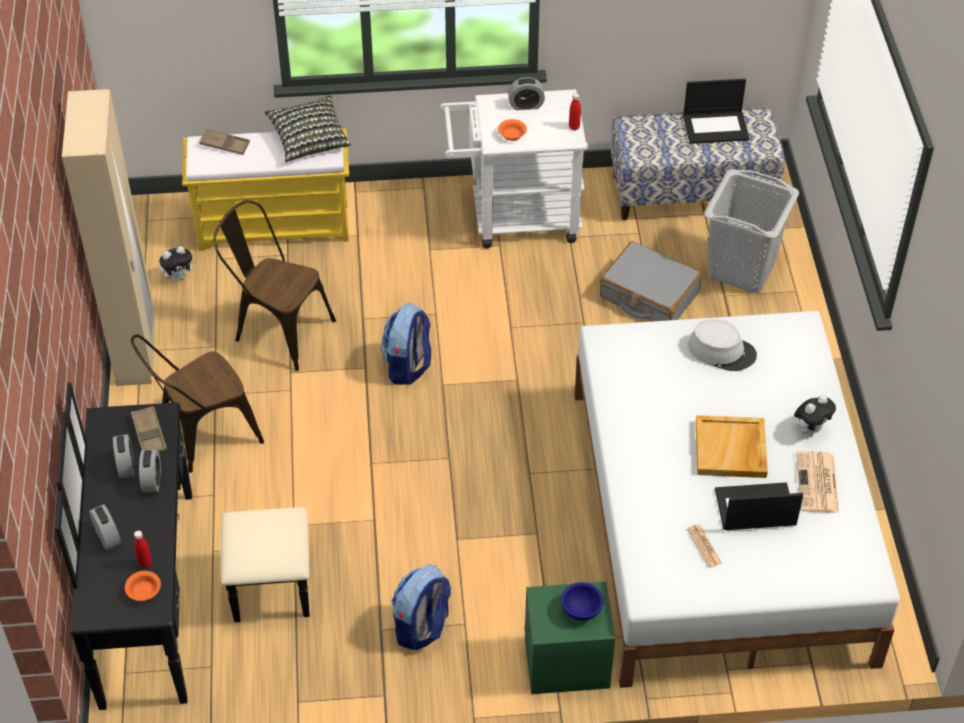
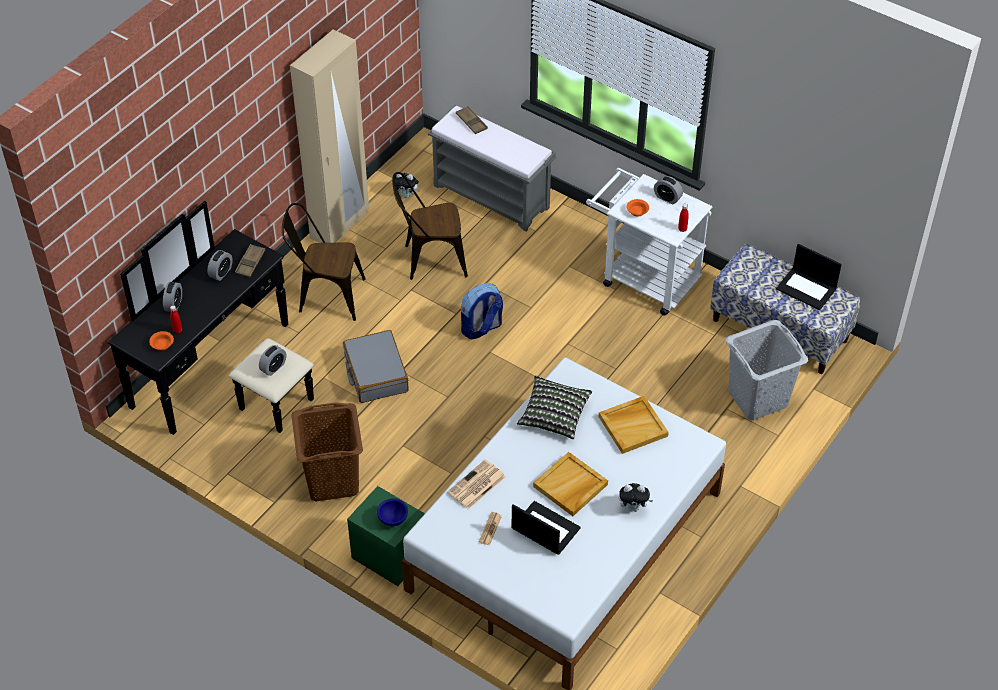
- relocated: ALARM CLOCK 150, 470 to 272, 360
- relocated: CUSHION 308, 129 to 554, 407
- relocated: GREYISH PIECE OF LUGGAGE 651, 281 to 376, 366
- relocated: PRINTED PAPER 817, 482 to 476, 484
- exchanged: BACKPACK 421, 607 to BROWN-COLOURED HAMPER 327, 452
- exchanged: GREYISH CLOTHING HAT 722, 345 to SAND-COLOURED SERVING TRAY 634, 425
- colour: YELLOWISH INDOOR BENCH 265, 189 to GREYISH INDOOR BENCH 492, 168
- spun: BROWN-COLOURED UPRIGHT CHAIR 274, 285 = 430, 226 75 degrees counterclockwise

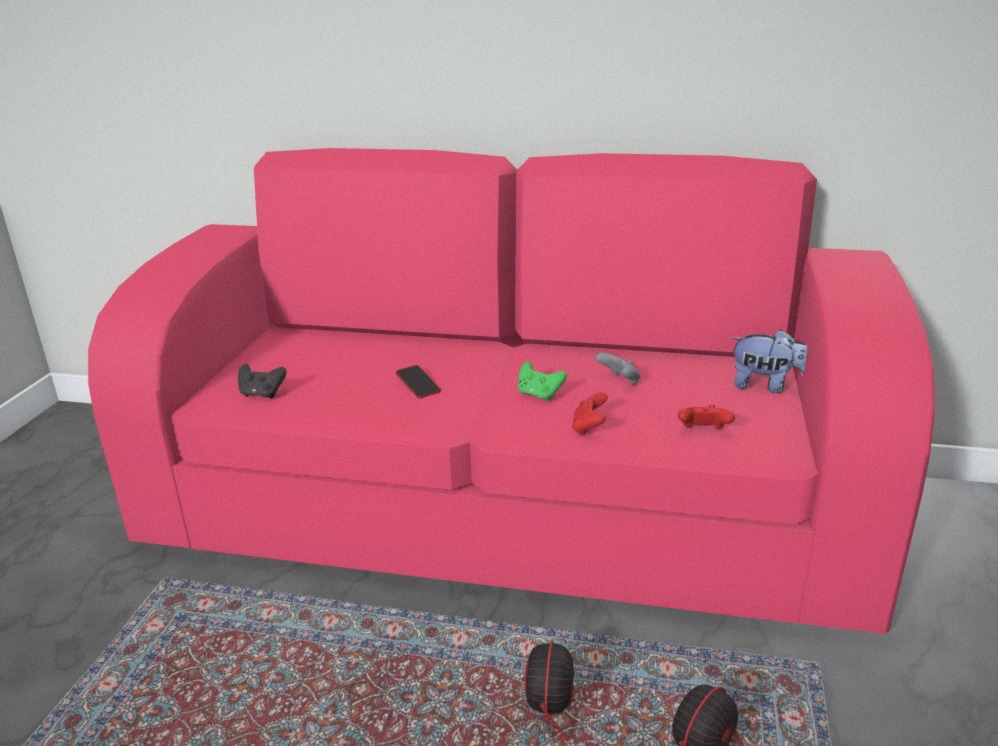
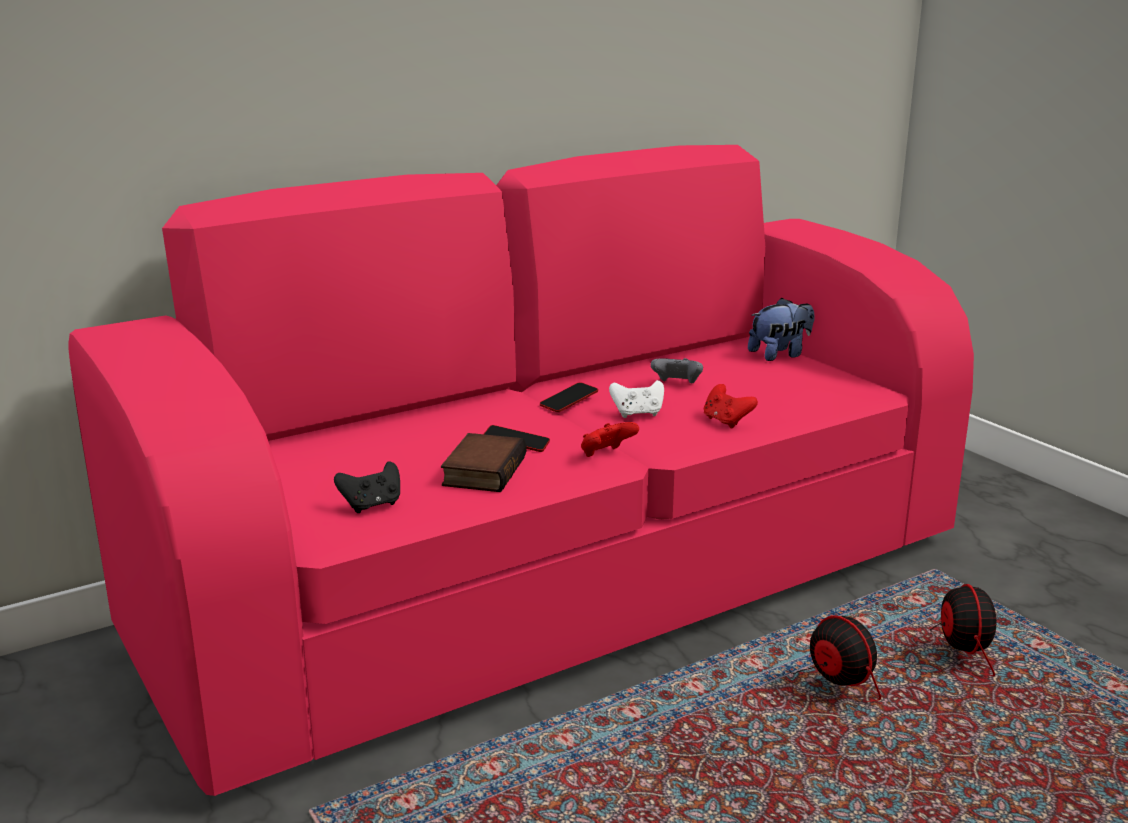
- appeared: BOOK 483, 462
- appeared: HANDSET 569, 397
- relocated: RED JOYPAD 706, 417 to 610, 439
- colour: GREENISH JOYPAD 542, 381 to WHITISH JOYPAD 636, 399

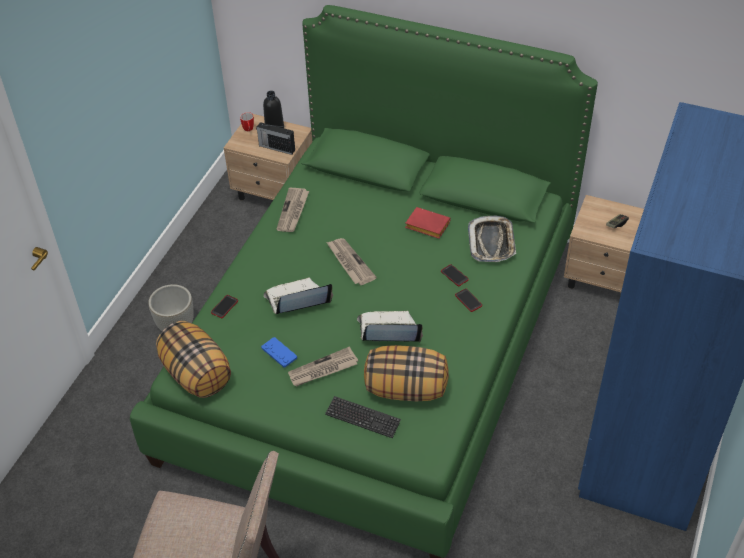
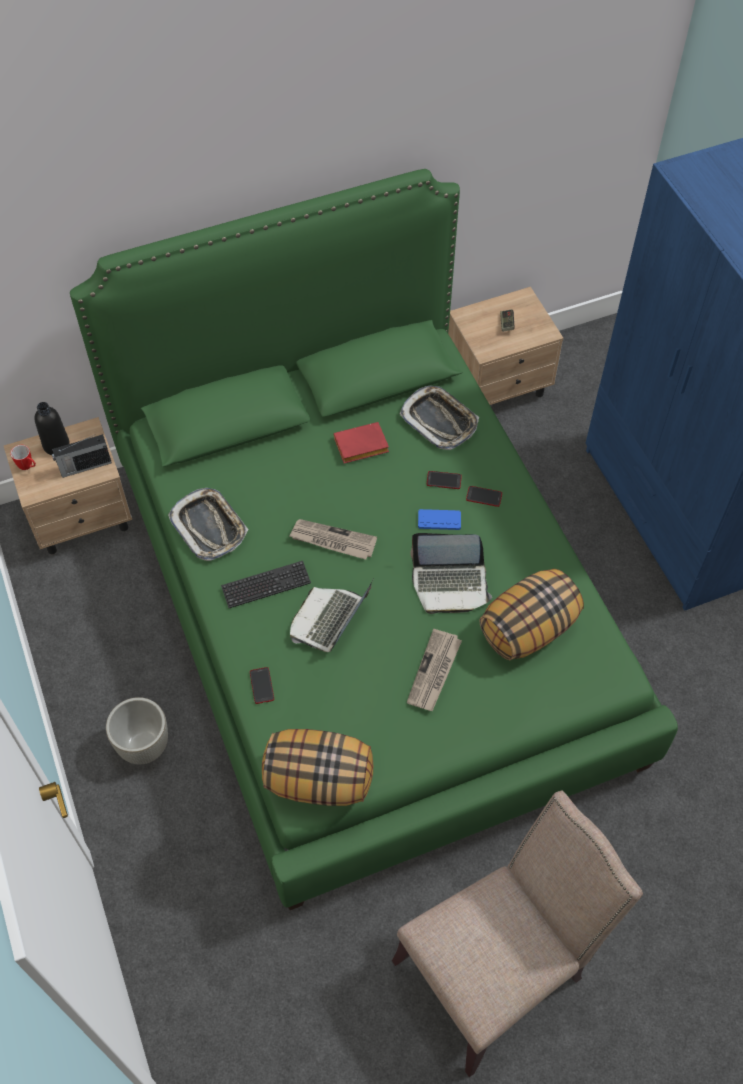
- relocated: BLUE JOYPAD 279, 352 to 439, 519
- relocated: PC KEYBOARD 363, 417 to 266, 584
- exchanged: PRINTED PAPER 292, 210 to SERVING TRAY 208, 524
- spun: LAPTOP 390, 326 = 451, 573 135 degrees counterclockwise

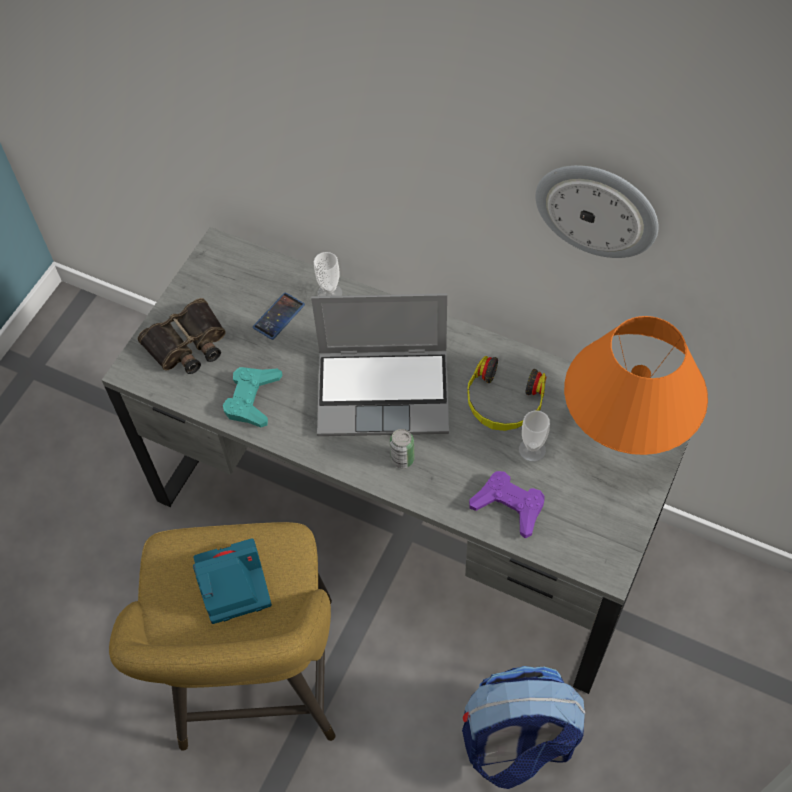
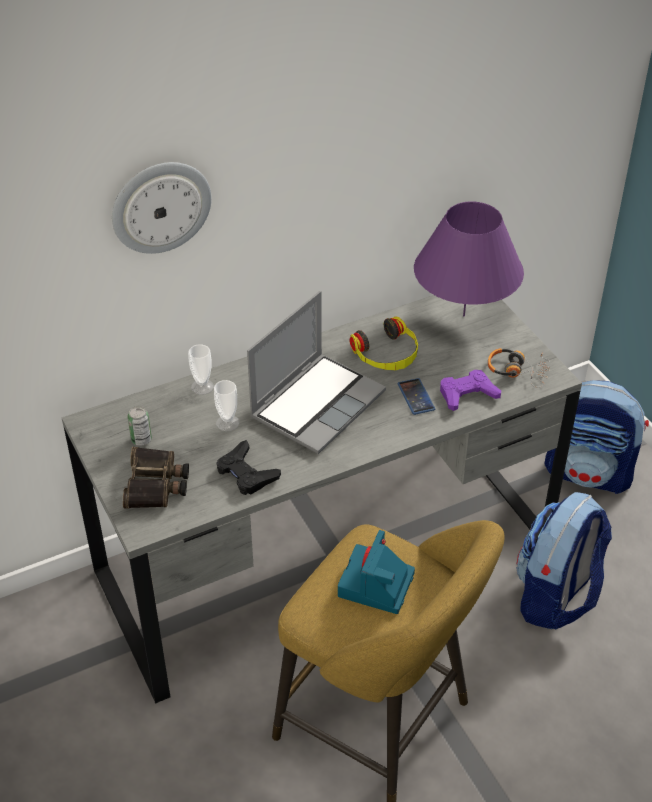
- appeared: PAIR OF HEADPHONES 519, 367
- appeared: BACKPACK 597, 437
- relocated: HANDSET 279, 316 to 416, 396
- relocated: METAL CAN 402, 448 to 140, 426
- relocated: SMALL CUP 534, 436 to 227, 405
- relocated: CLOCK ON THE WALL 596, 211 to 162, 208
- colour: TURQUOISE JOYPAD 252, 397 to BLACKISH JOYPAD 248, 467
- colour: ORANGEY LAMP FOR A TABLE 636, 385 to PURPLE LAMP FOR A TABLE 469, 258

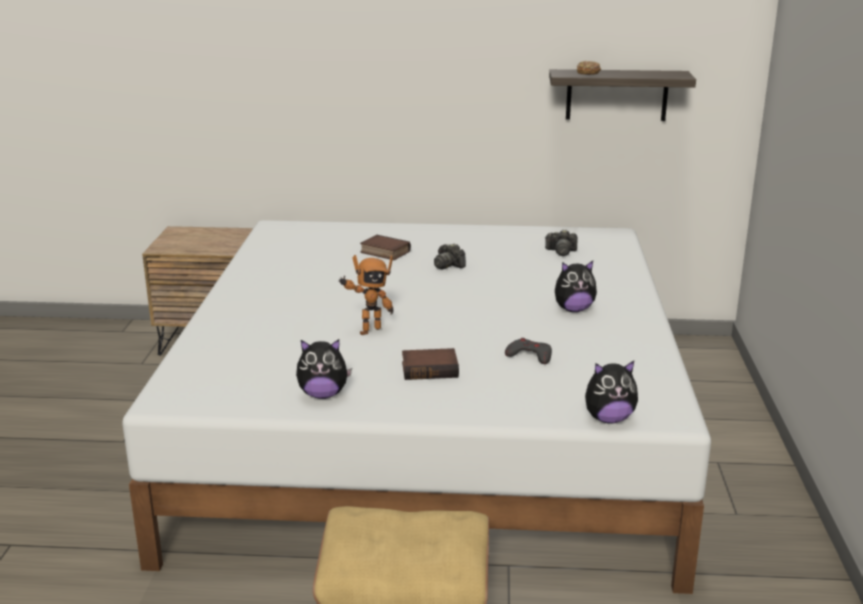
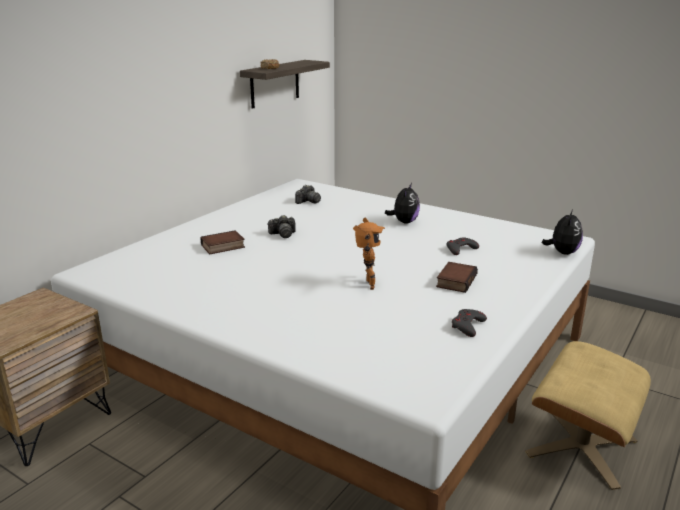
- exchanged: SOFT TOY 324, 369 to GREYISH JOYPAD 469, 323

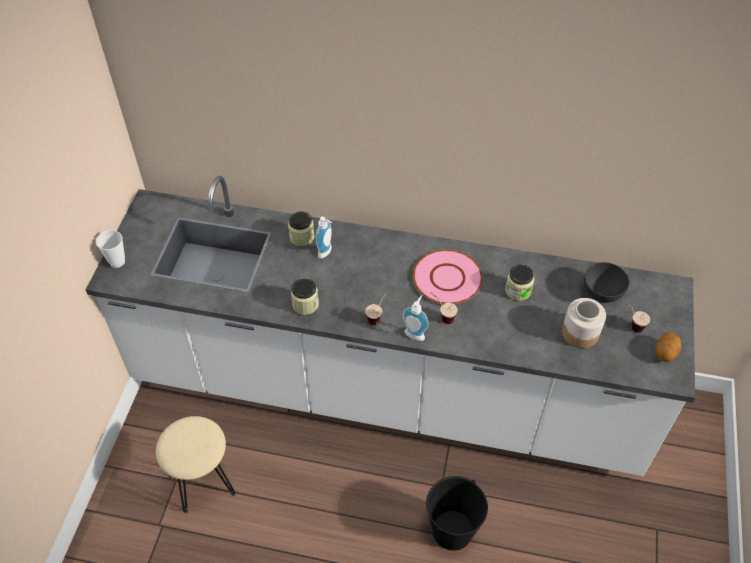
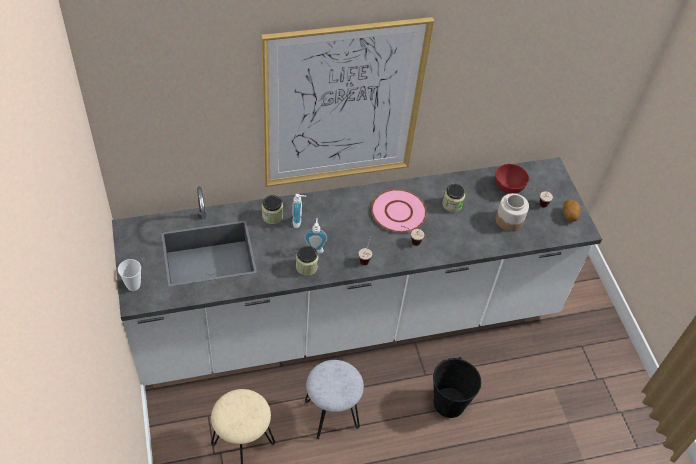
- appeared: WALL ART 347, 102
- appeared: GREYISH STOOL 334, 400
- relocated: SOAP BOTTLE 416, 318 to 315, 236
- colour: GREYISH DEEP DISH 606, 282 to RED DEEP DISH 512, 179

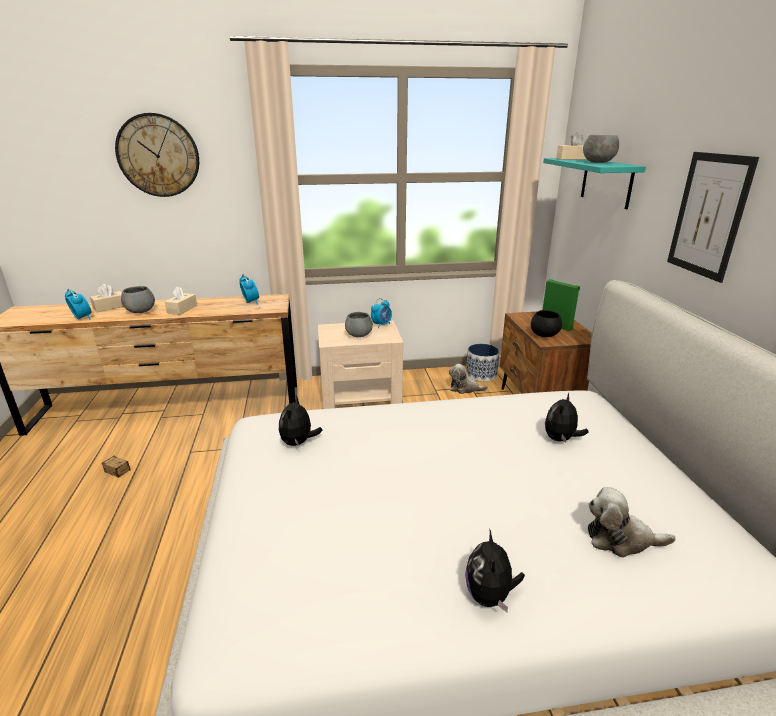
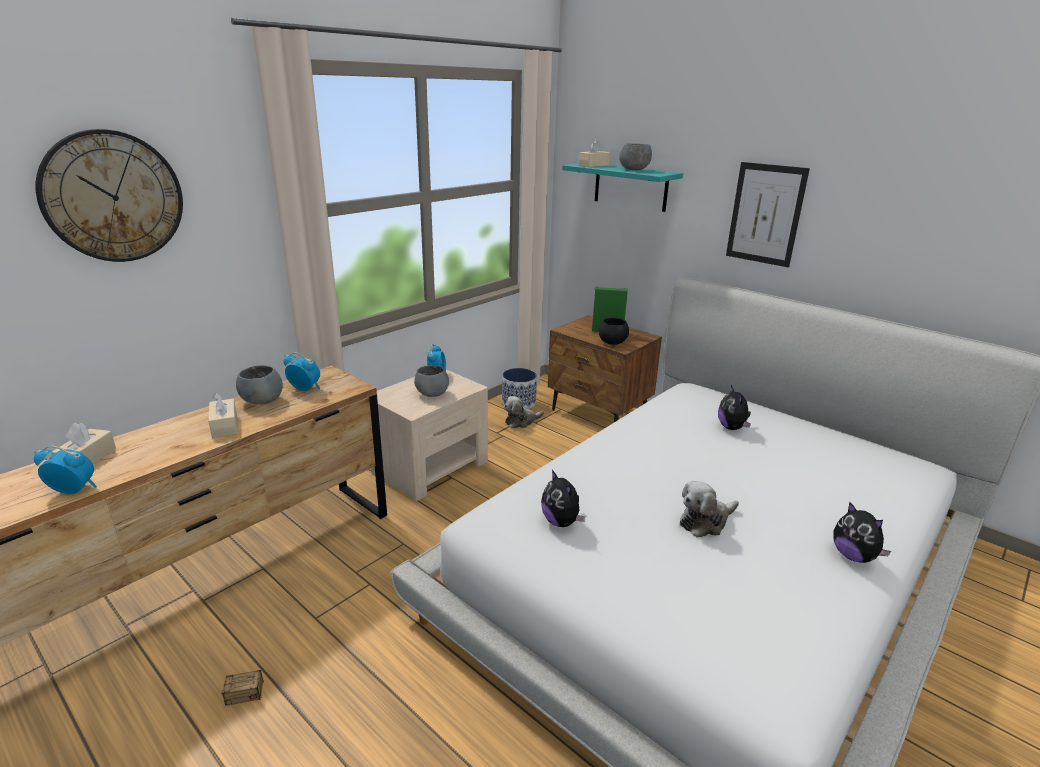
- relocated: GREYISH DEEP DISH 138, 299 to 259, 384
- relocated: SOFT TOY 632, 522 to 709, 509

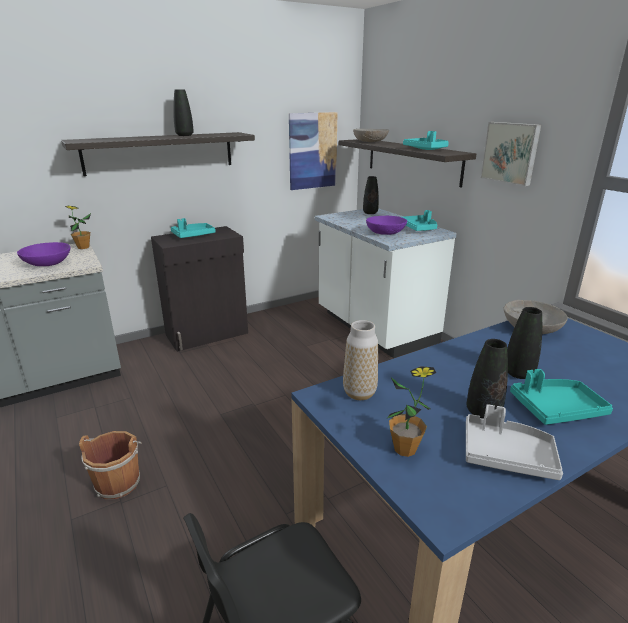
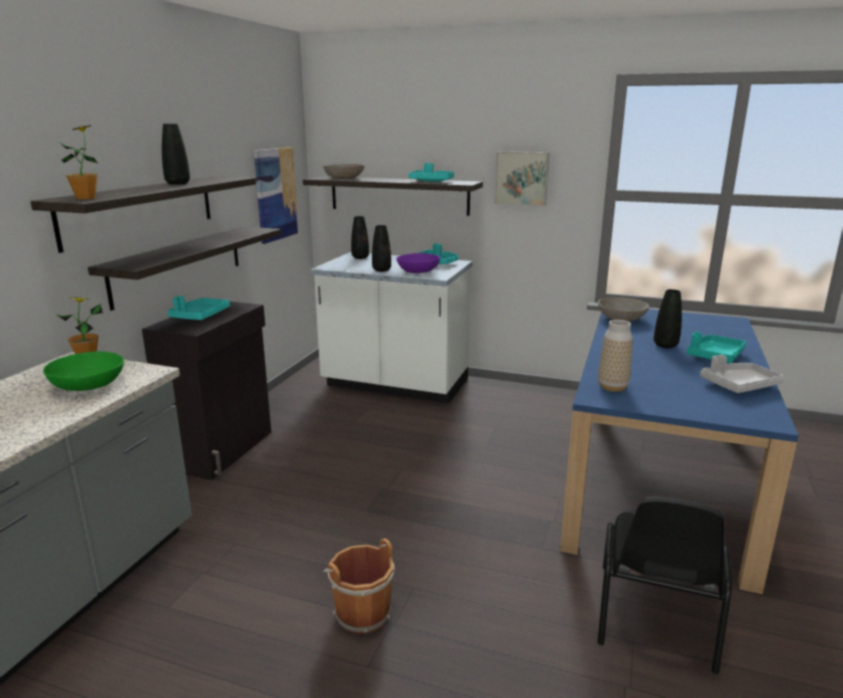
- appeared: BRACKET SHELF 184, 268
- relocated: POTTED PLANT 411, 411 to 78, 162
- relocated: BLACKISH DECORATIVE VASE 487, 379 to 381, 248
- colour: PURPLE DEEP DISH 43, 254 to GREENISH DEEP DISH 83, 371

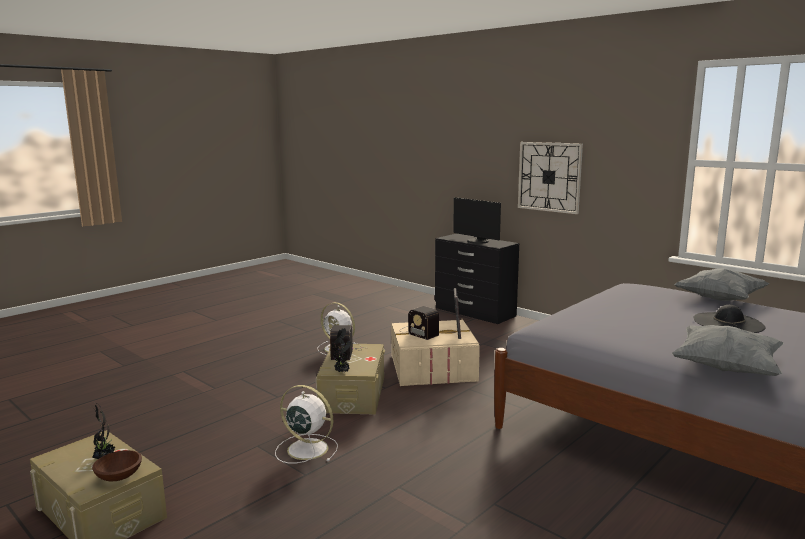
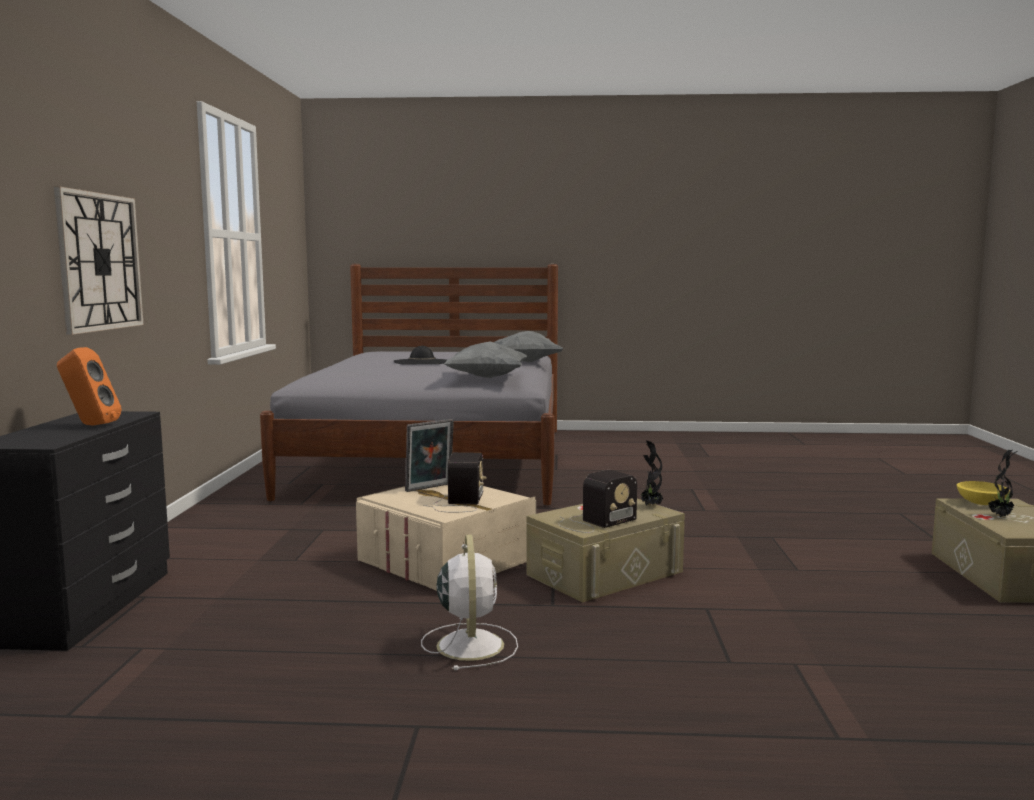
- missing: WHITISH COOLING FAN 306, 424
- relocated: GREYISH CUSHION 721, 285 to 485, 359
- exchanged: MONITOR 477, 220 to ORANGEY AUDIO SPEAKER 89, 386
- colour: BROWN-COLOURED DEEP DISH 117, 465 to YELLOWISH DEEP DISH 983, 493

